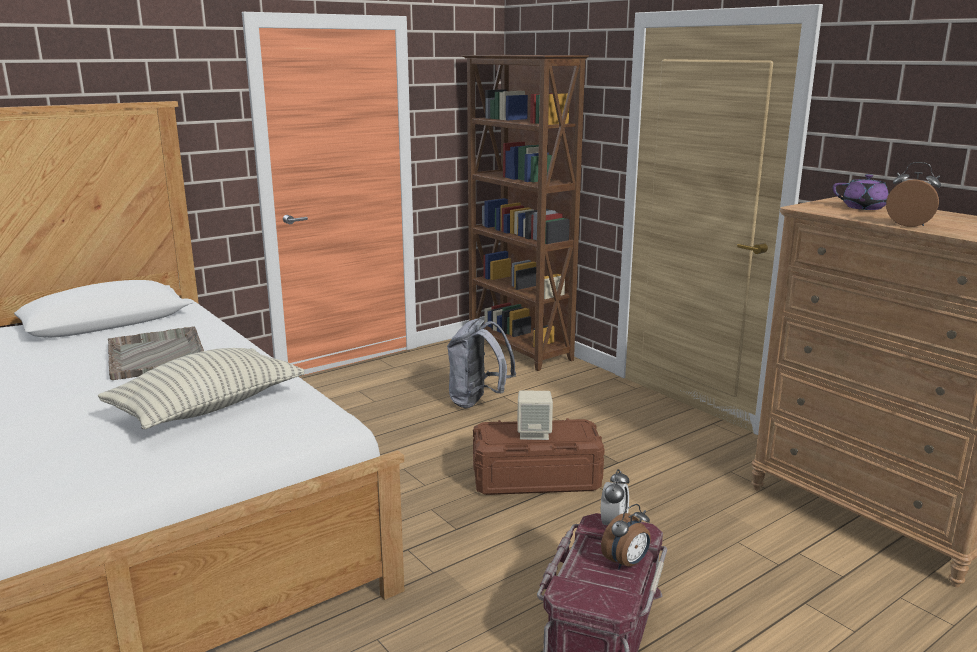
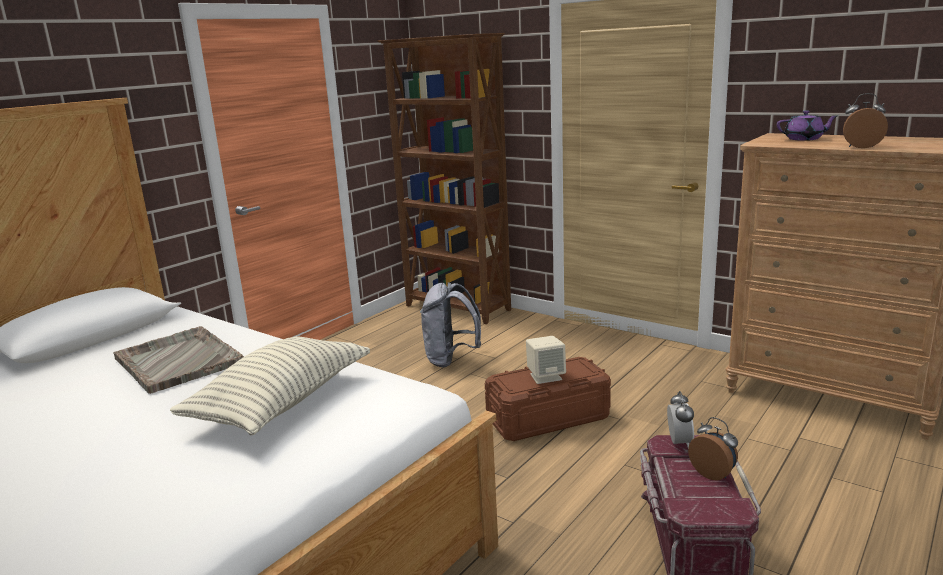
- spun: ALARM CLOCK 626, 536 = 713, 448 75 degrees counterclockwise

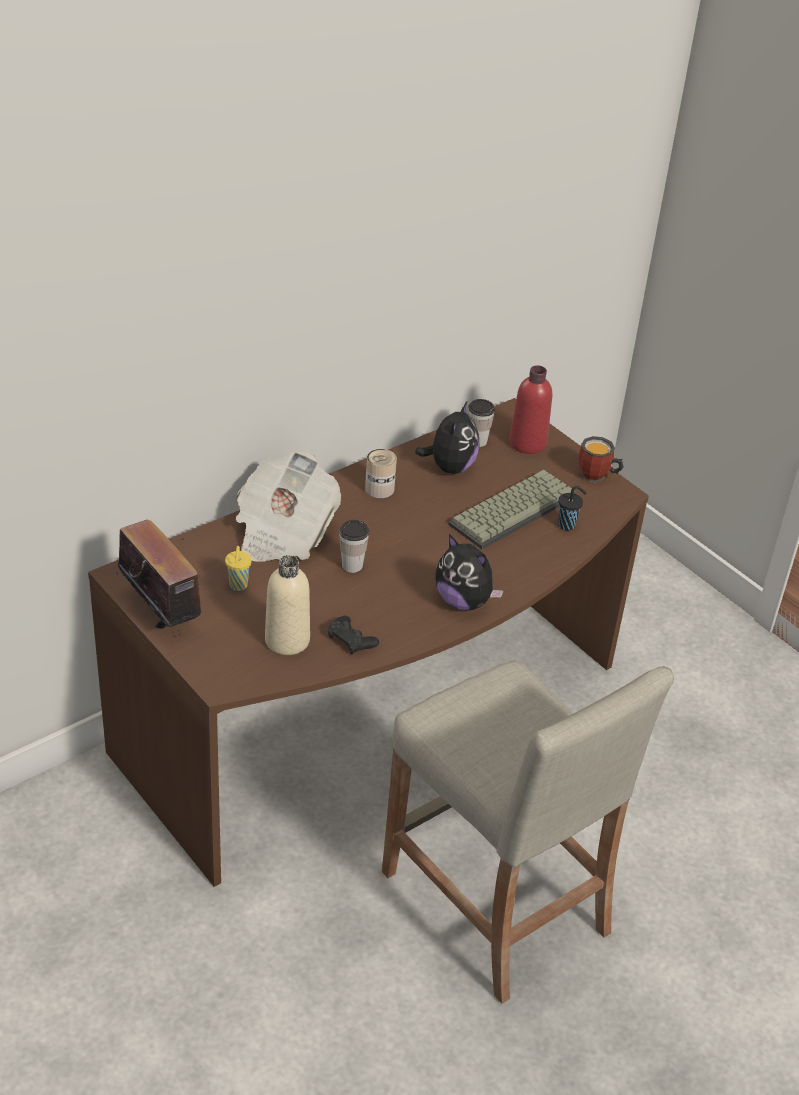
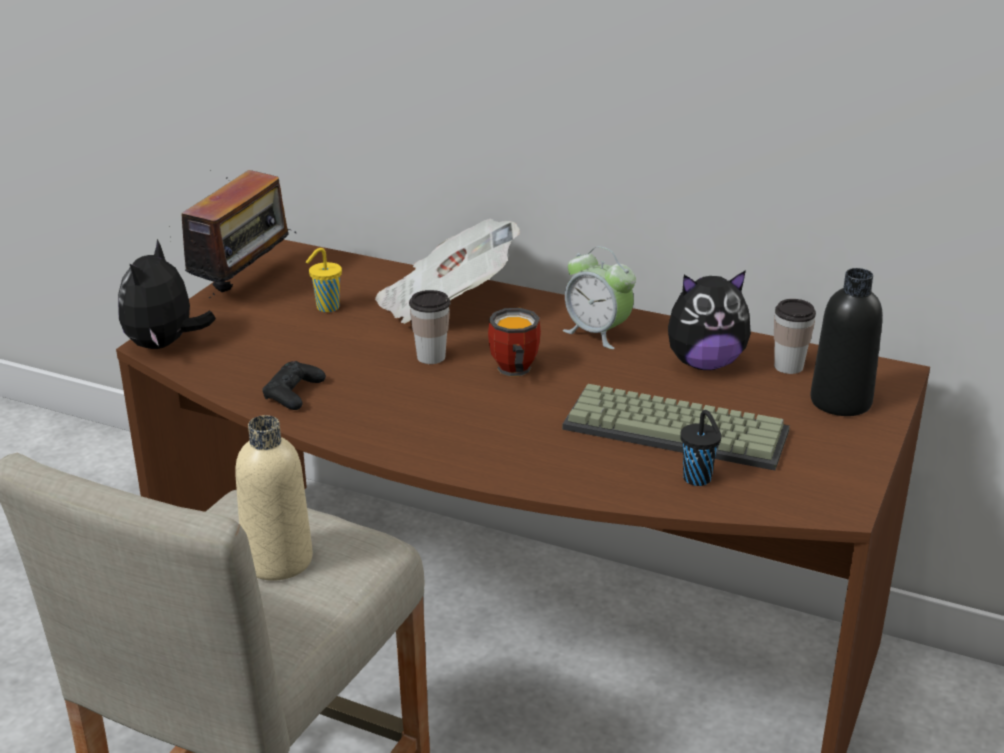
- relocated: SAND-COLOURED BOTTLE 287, 605 to 274, 498
- relocated: SOFT TOY 469, 572 to 167, 294
- relocated: COFFEE MUG 601, 459 to 514, 342
- exchanged: METAL CAN 381, 473 to ALARM CLOCK 599, 297
- colour: RED BOTTLE 530, 409 to BLACKISH BOTTLE 846, 342

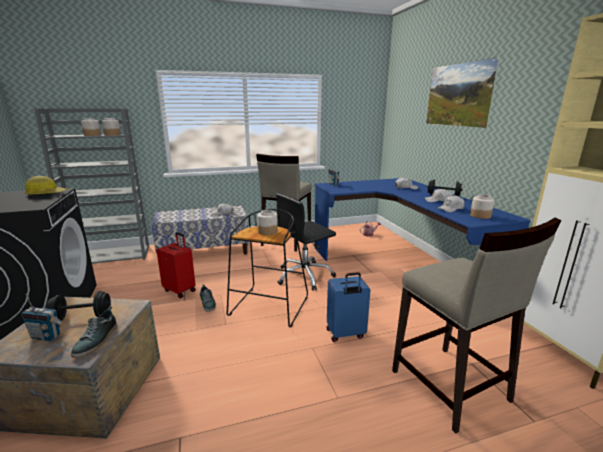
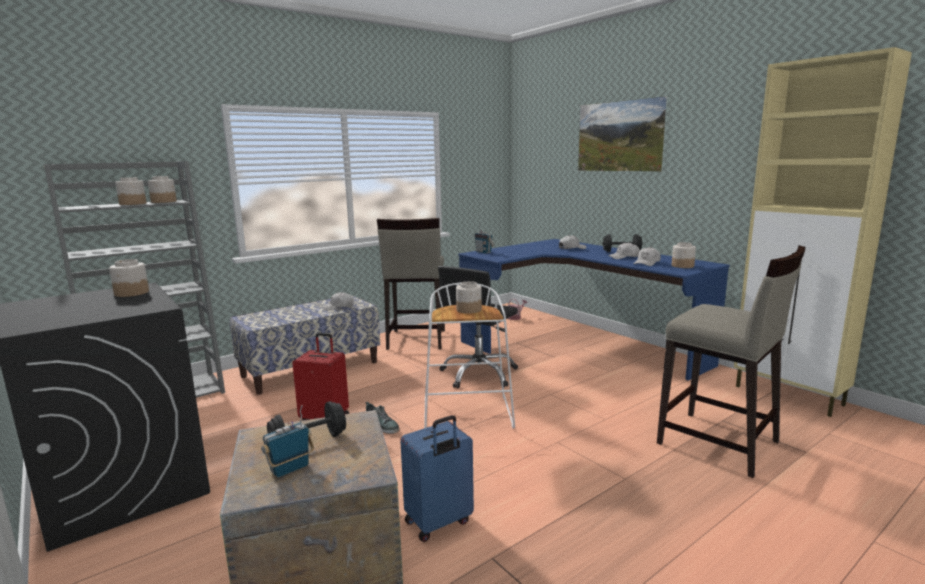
- missing: LOW SHOE 94, 332
- relocated: BLUE PIECE OF LUGGAGE 348, 307 to 437, 478
- exchanged: SAFETY HELMET 45, 186 to PRESERVE JAR 129, 278
- colour: BLACKISH STOOL 267, 268 to WHITISH STOOL 469, 355
- spun: RADIO RECEIVER 42, 317 = 287, 441 150 degrees clockwise

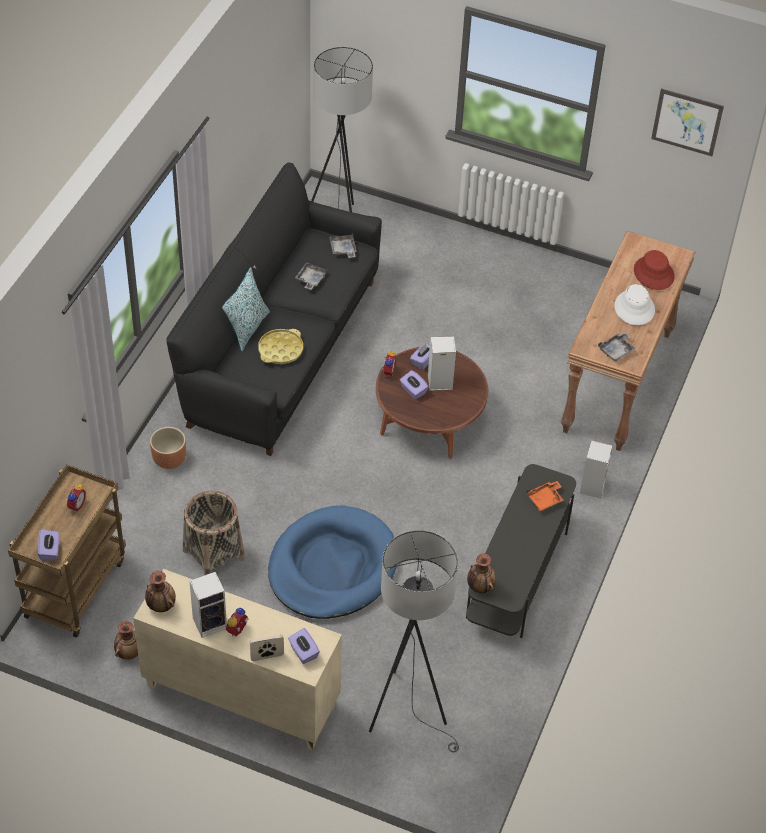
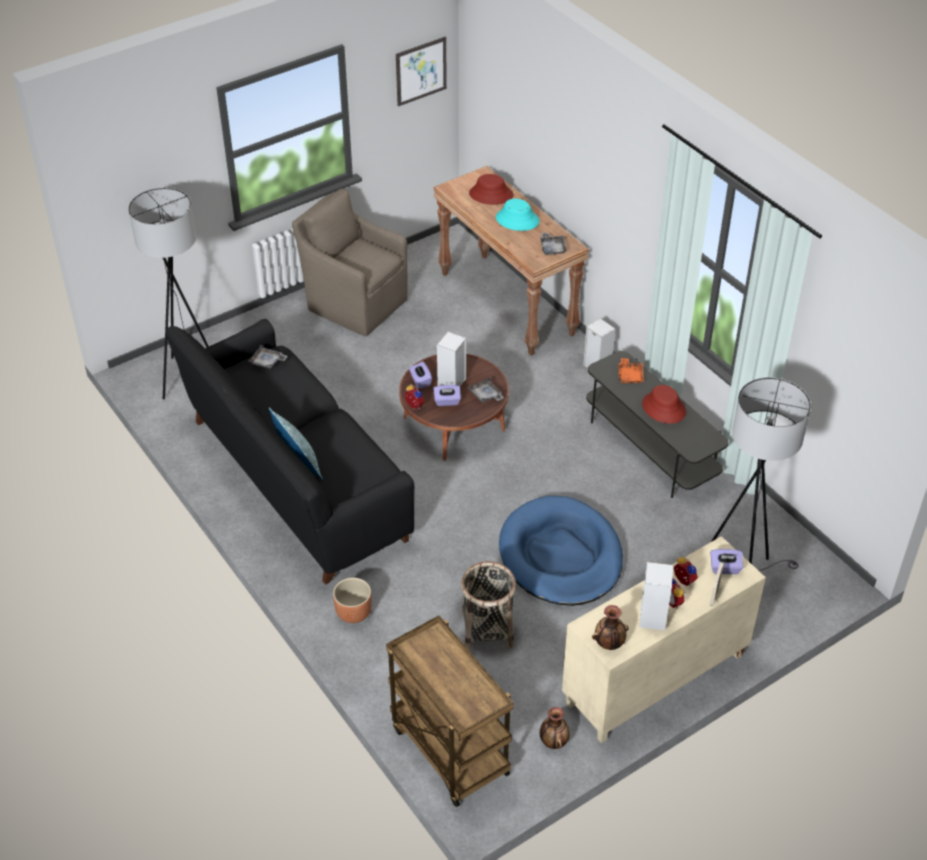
- missing: PURPLE TISSUE BOX 48, 545
- missing: YELLOWISH SERVING TRAY 280, 346
- missing: DECORATIVE VASE 481, 573
- appeared: BROWN-COLOURED LOUNGE CHAIR 350, 262
- appeared: RED CLOTHING HAT 664, 404
- relocated: ALARM CLOCK 75, 498 to 686, 571
- relocated: GREYISH SERVING TRAY 311, 276 to 486, 389
- colour: WHITISH CLOTHING HAT 634, 304 to TURQUOISE CLOTHING HAT 518, 215

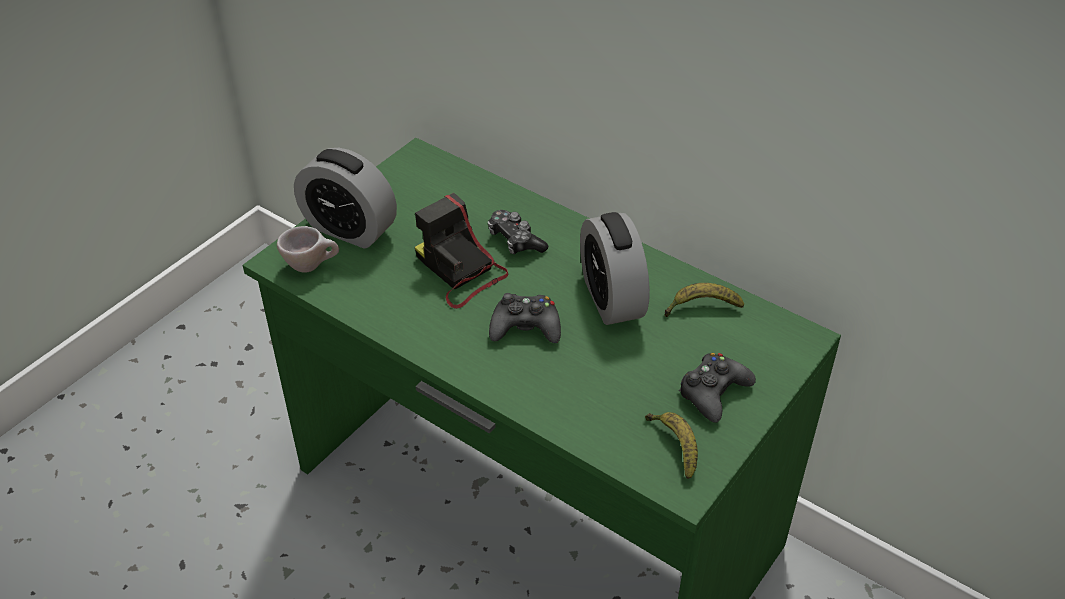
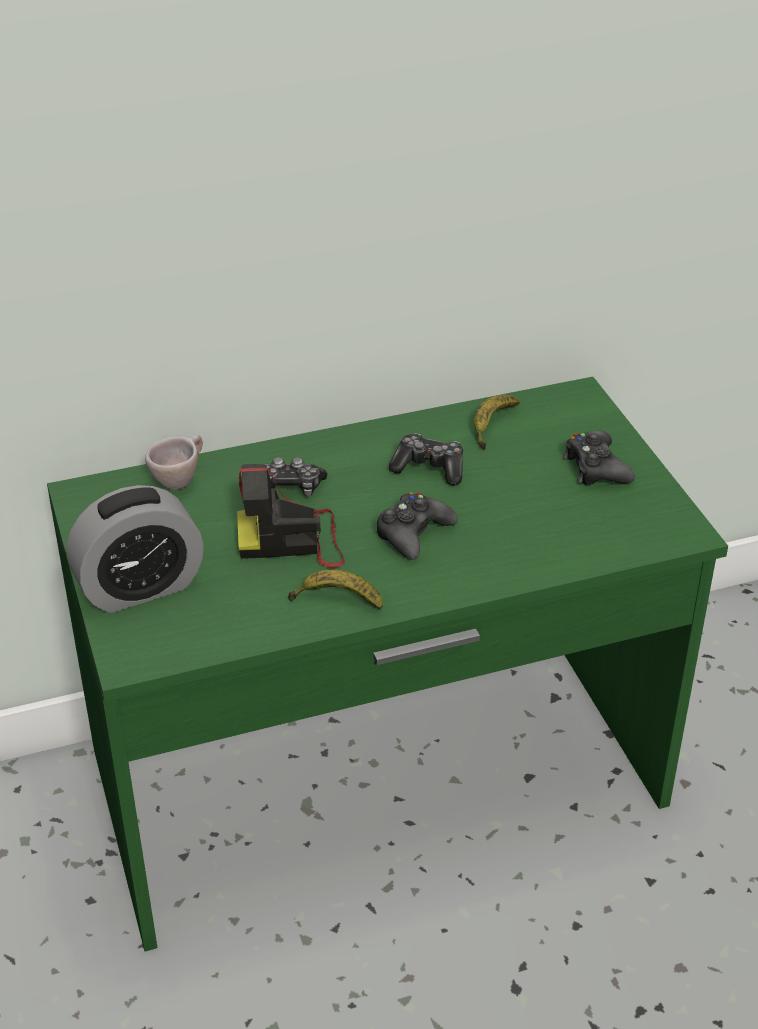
- relocated: SAND-COLOURED SMALL CUP 308, 249 to 174, 462
- relocated: BANANA 671, 445 to 335, 589
- exchanged: ALARM CLOCK 615, 268 to JOYPAD 426, 459

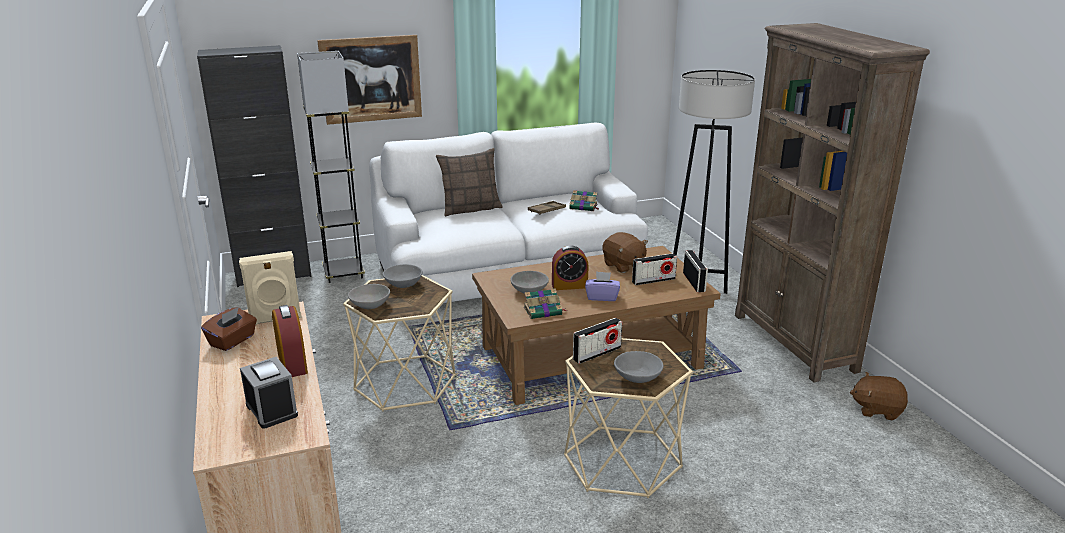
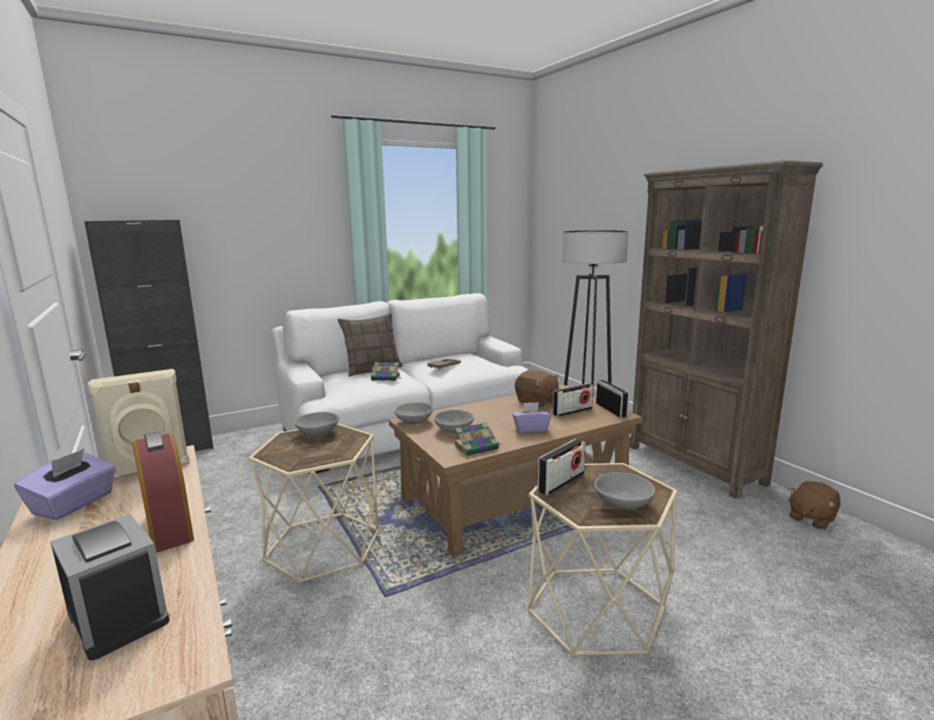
- missing: GREYISH STANDARD LAMP 331, 167
- missing: WALL ART 369, 80
- missing: ALARM CLOCK 570, 268
- relocated: GREYISH DEEP DISH 369, 296 to 413, 413
- relocated: BOOK 584, 200 to 386, 371
- colour: BROWN-COLOURED TISSUE BOX 229, 329 to PURPLE TISSUE BOX 65, 484
- spun: BROWN-COLOURED SOFT TOY 879, 396 = 814, 505 45 degrees counterclockwise

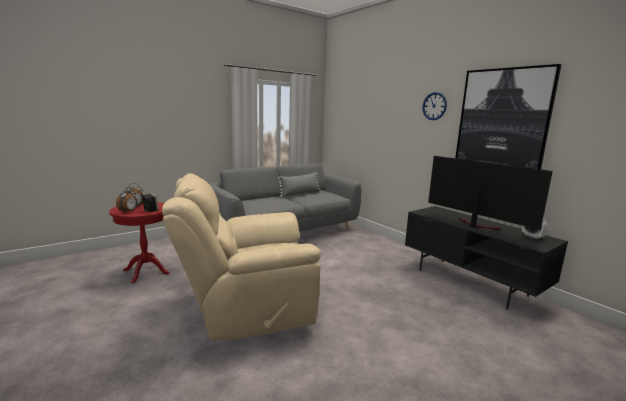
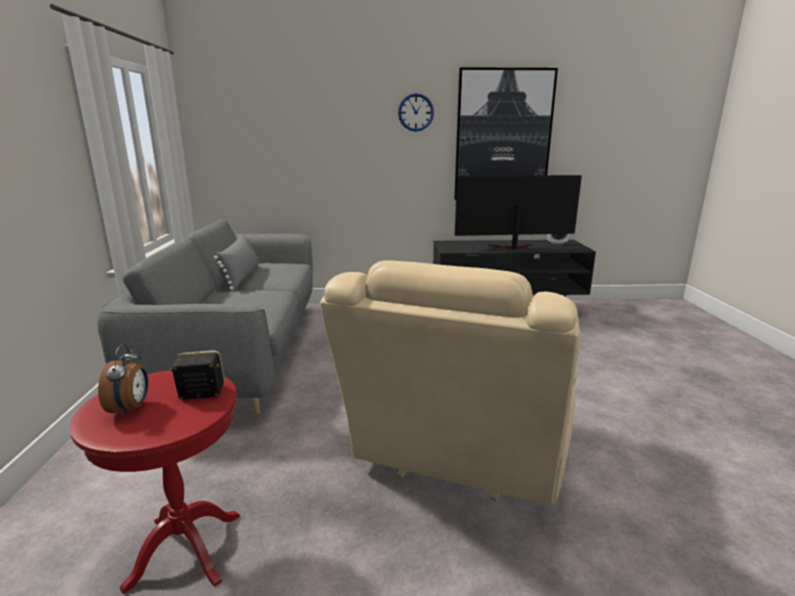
- missing: ALARM CLOCK 127, 200

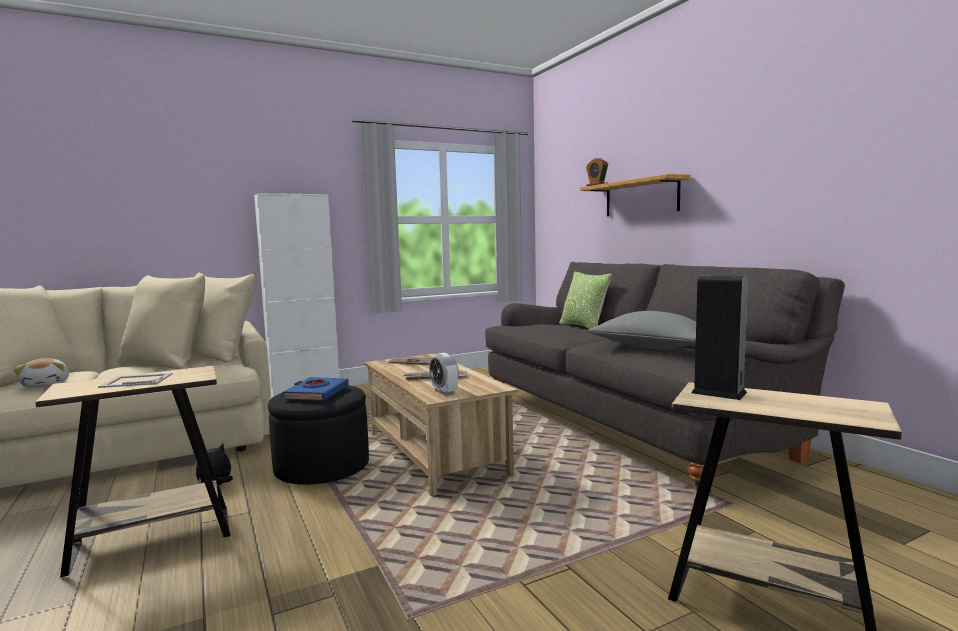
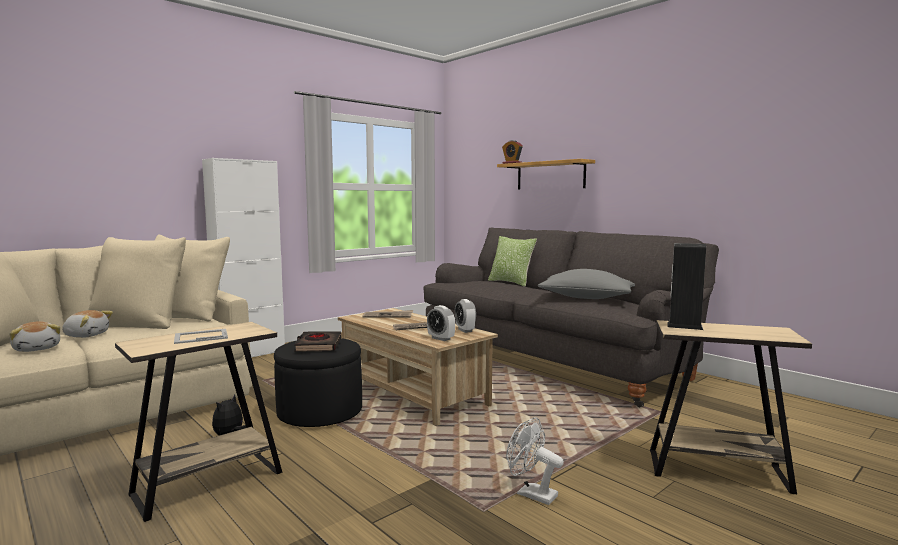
- appeared: SOFT TOY 87, 324
- appeared: ALARM CLOCK 465, 316
- appeared: WHITISH COOLING FAN 535, 461
- colour: BLUE BOOK 316, 389 to BLACKISH BOOK 318, 341

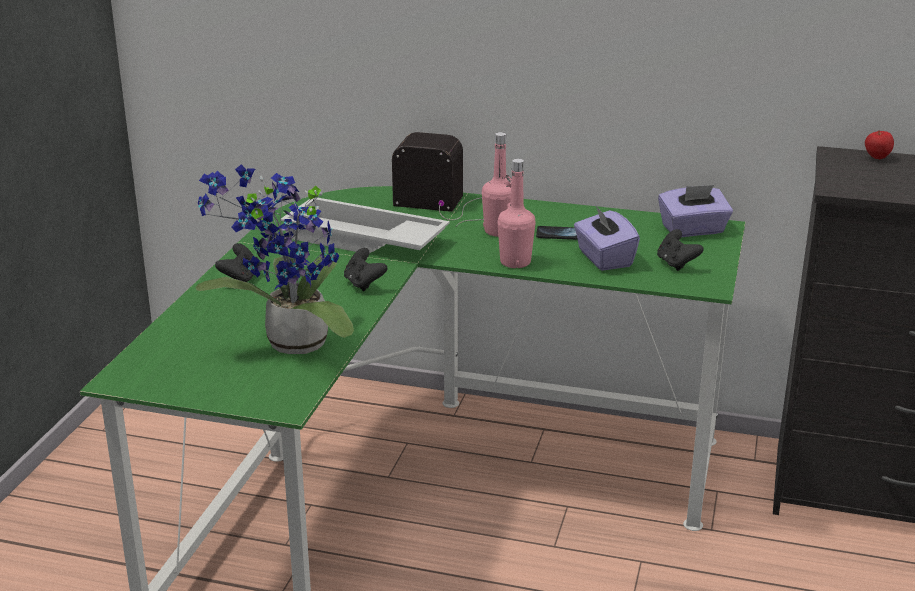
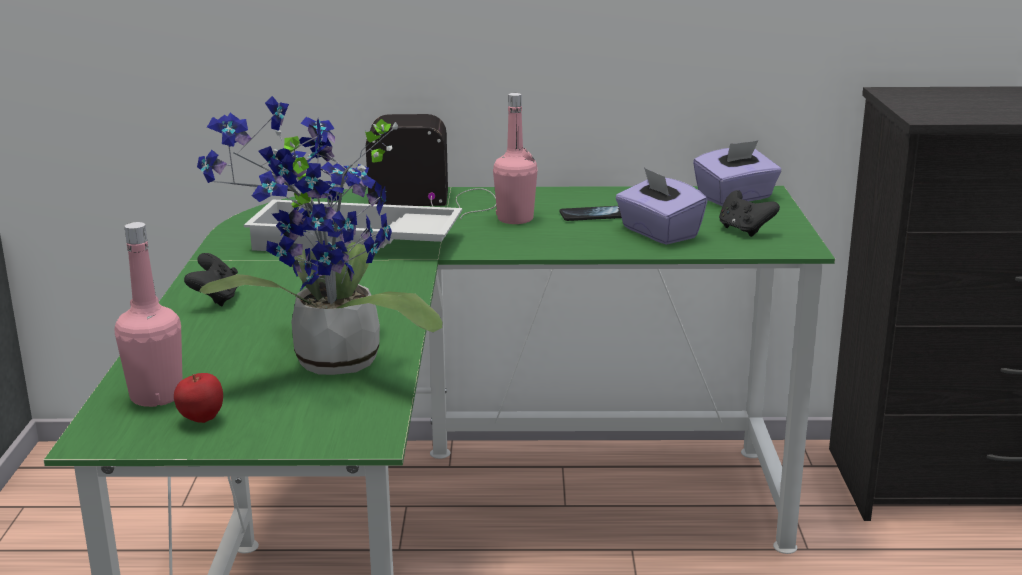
- missing: BLACKISH JOYPAD 365, 269
- relocated: PINK-COLOURED BOTTLE 516, 213 to 149, 314
- relocated: APPLE 879, 144 to 198, 398

